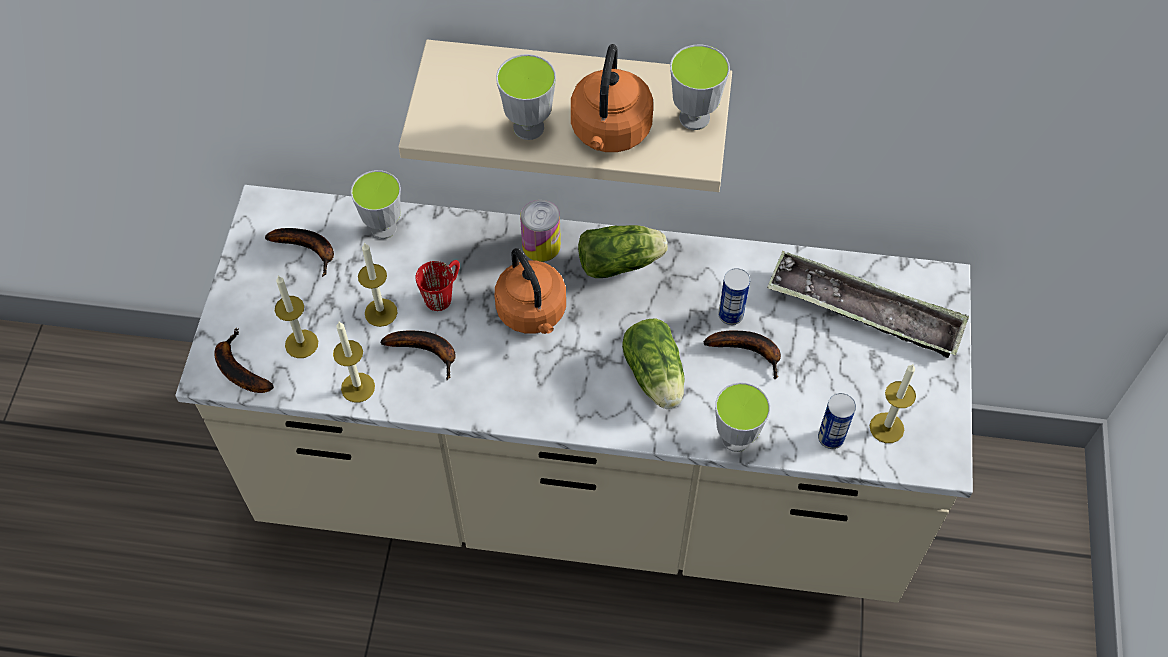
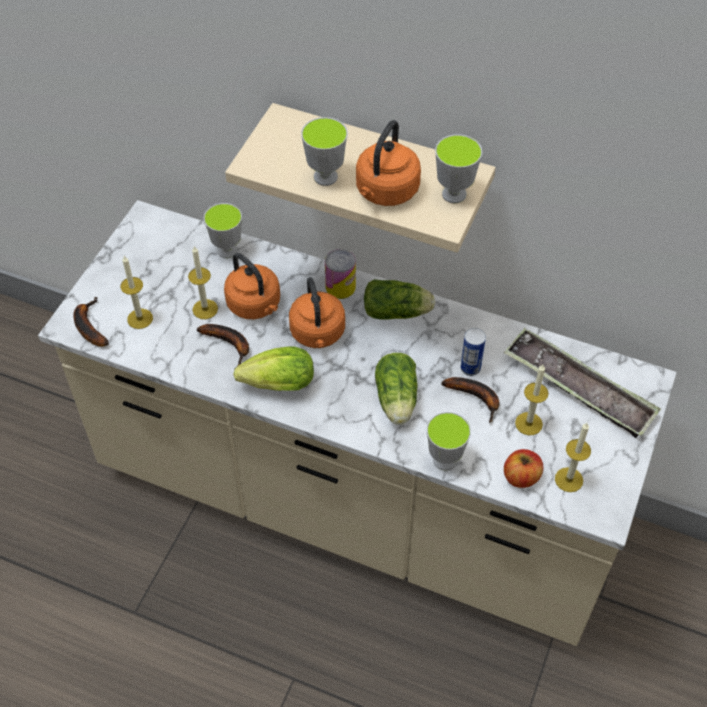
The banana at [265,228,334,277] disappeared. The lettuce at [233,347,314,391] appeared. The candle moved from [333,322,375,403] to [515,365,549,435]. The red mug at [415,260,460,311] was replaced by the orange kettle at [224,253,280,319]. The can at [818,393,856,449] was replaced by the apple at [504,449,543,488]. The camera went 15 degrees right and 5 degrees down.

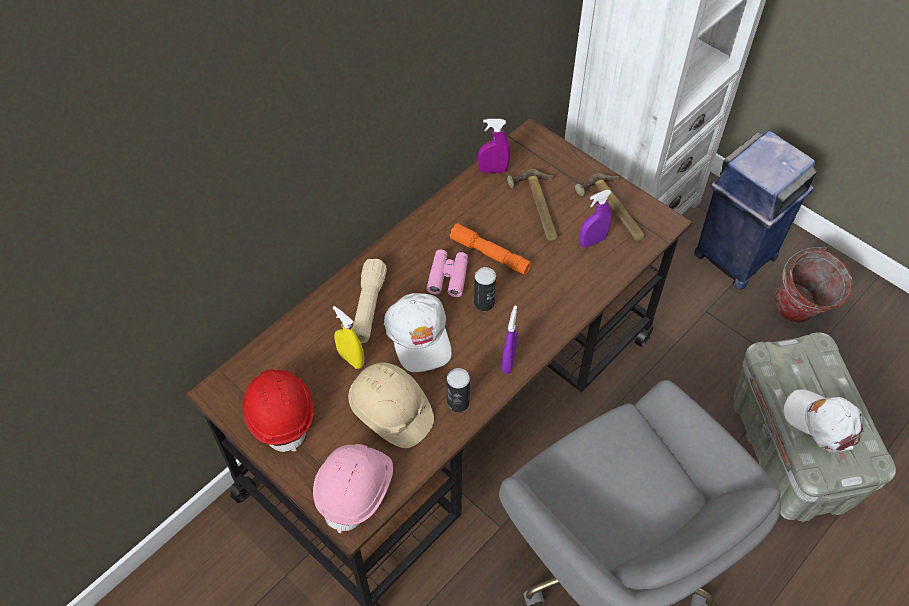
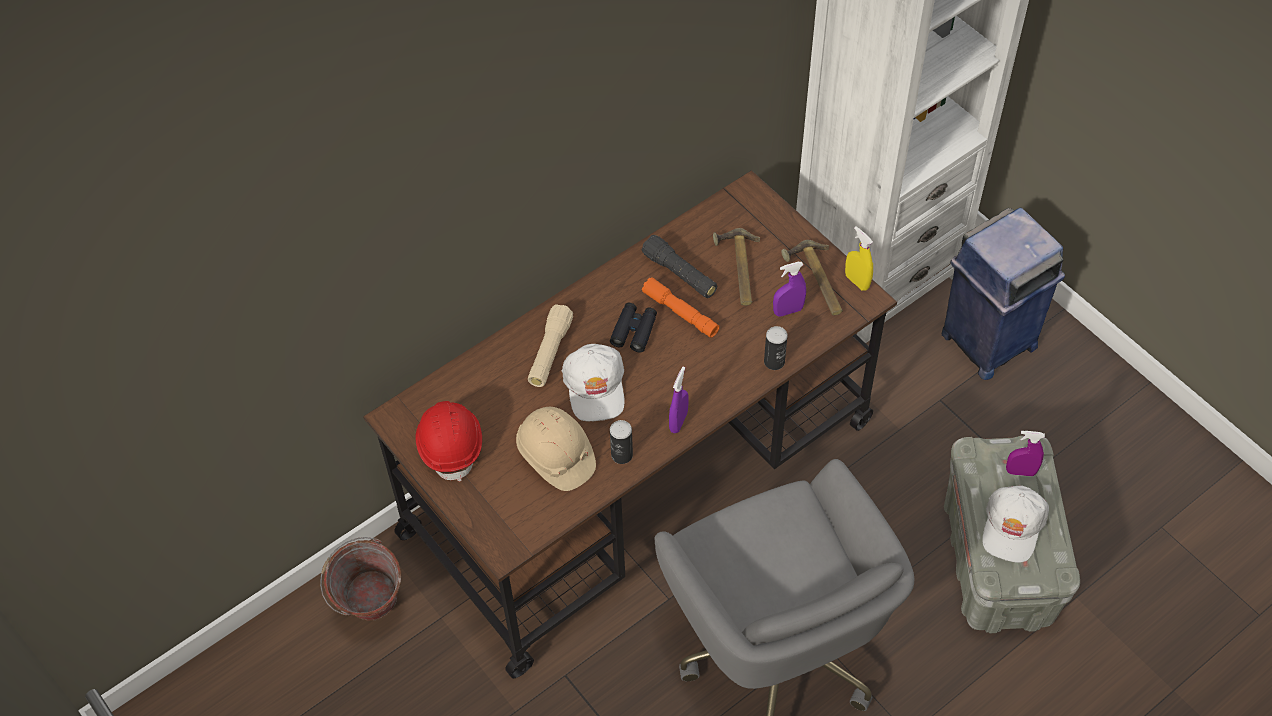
The pink hard hat at [313,444,393,533] disappeared. The black flashlight at [641,235,717,298] appeared. The yellow spray bottle moved from [333,306,364,369] to [845,226,873,291]. The can moved from [474,267,496,311] to [764,326,788,370]. The purple spray bottle moved from [478,119,510,173] to [1006,431,1045,476]. The bucket moved from [774,247,853,323] to [320,537,401,621]. The pink binoculars at [427,250,468,297] became the black binoculars at [610,303,657,353]. The white cap at [784,389,864,452] turned 120 degrees counterclockwise. The camera went 10 degrees right and 0 degrees up.

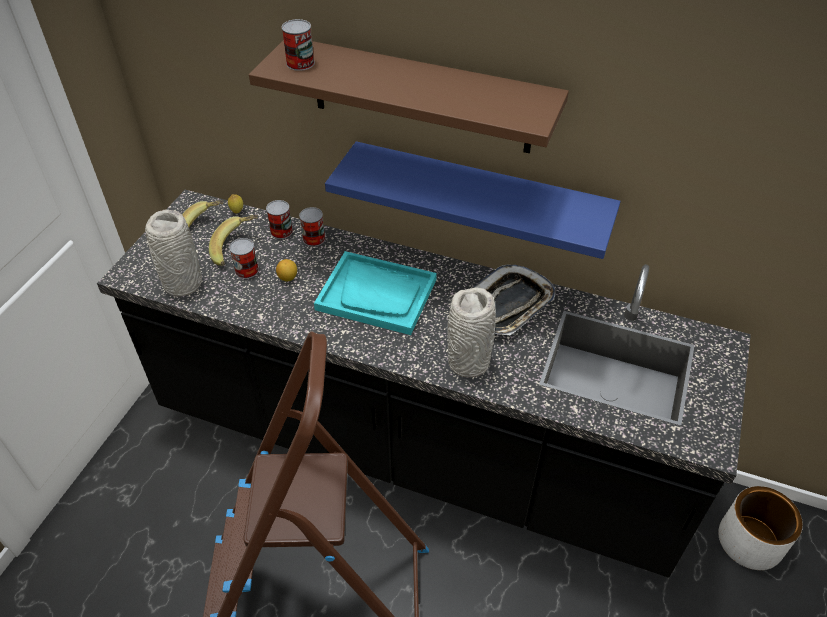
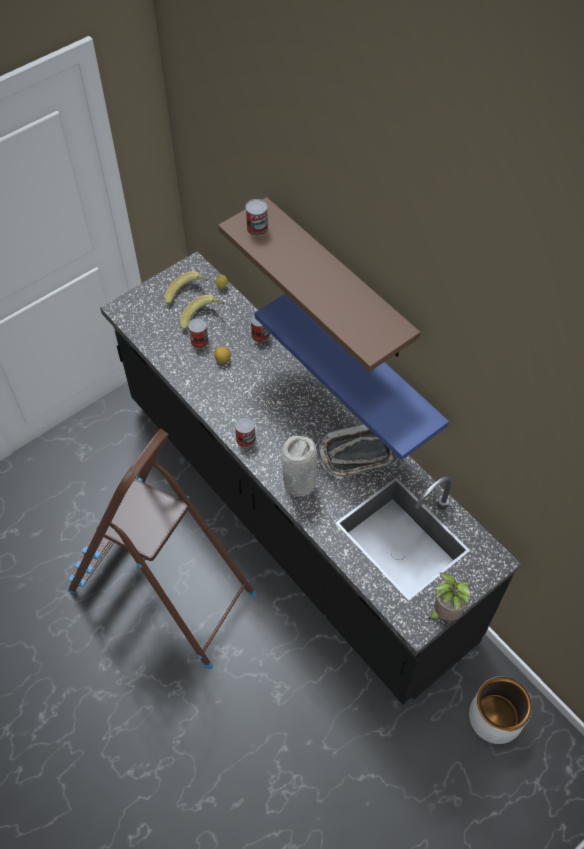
The grey vase at [145,209,202,297] disappeared. The turquoise tray at [314,251,437,335] disappeared. The potted plant at [427,572,473,621] appeared. The can moved from [266,200,293,239] to [235,416,256,448]. The camera went 30 degrees right and 10 degrees up.

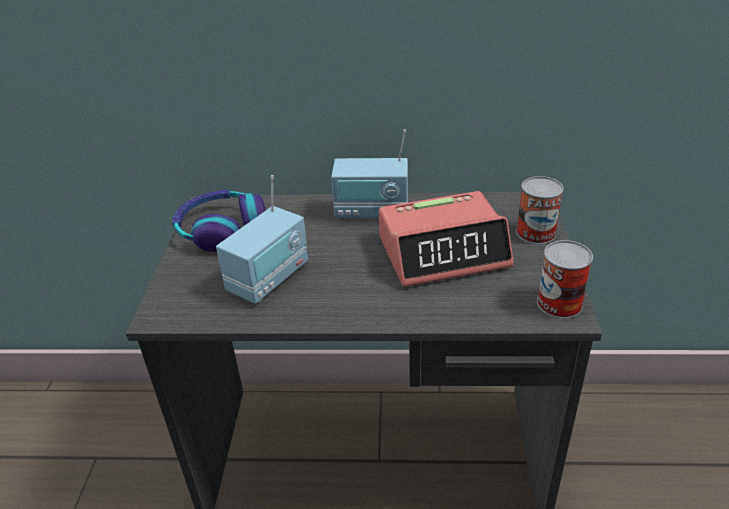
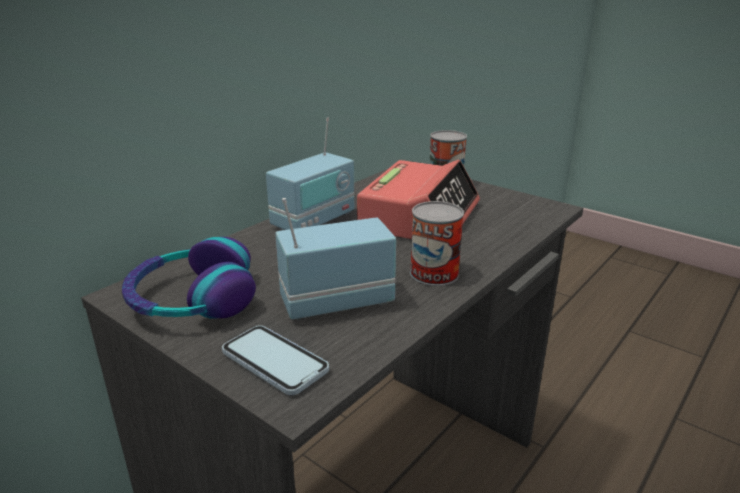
The phone at [222,325,329,395] appeared. The can moved from [537,240,593,319] to [410,201,464,286]. The radio at [216,175,308,304] turned 90 degrees counterclockwise. The camera went 55 degrees left and 10 degrees down.

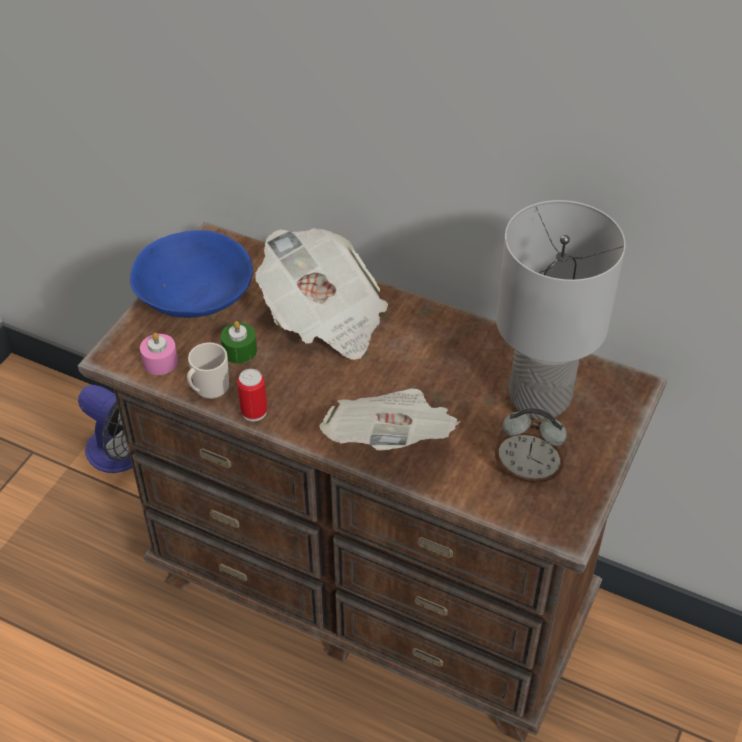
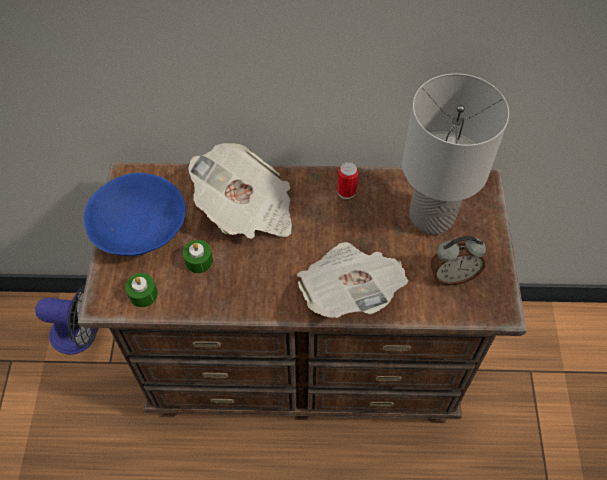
The mug at [187,342,229,399] disappeared. The can moved from [237,369,267,421] to [337,162,358,199]. The pink candle at [140,333,178,375] became the green candle at [125,273,158,307]. The camera went 25 degrees left and 10 degrees up.

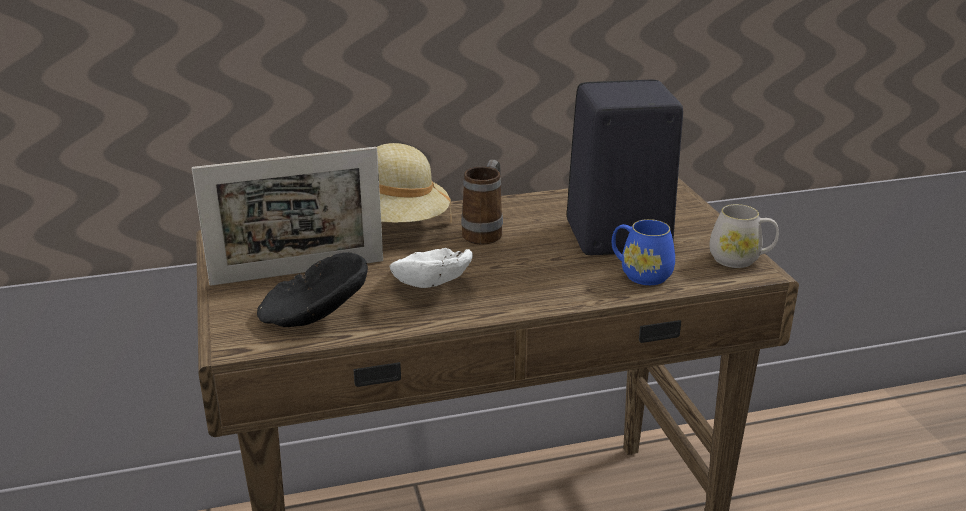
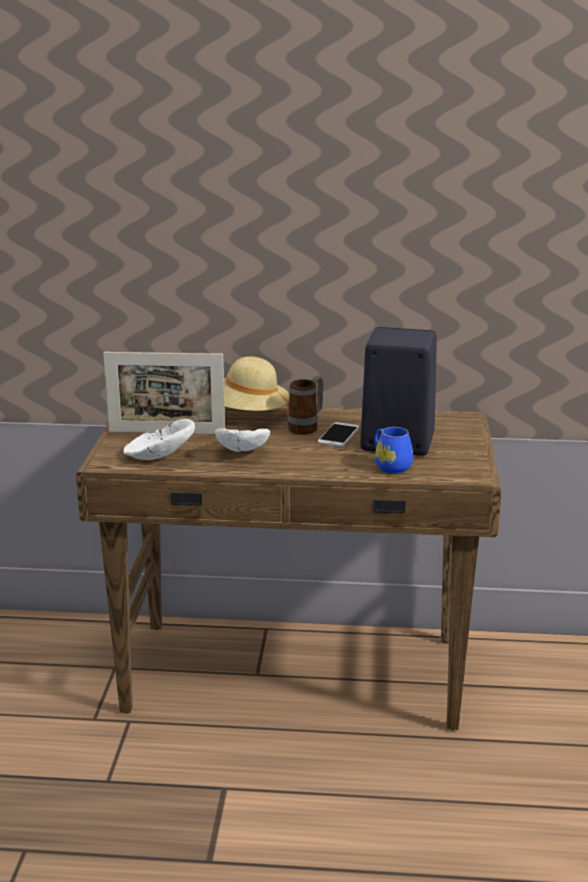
The white mug at [710,204,779,268] disappeared. The phone at [318,422,359,447] appeared. The black bowl at [257,252,368,327] became the white bowl at [123,419,195,460]. The camera went 20 degrees right and 5 degrees down.

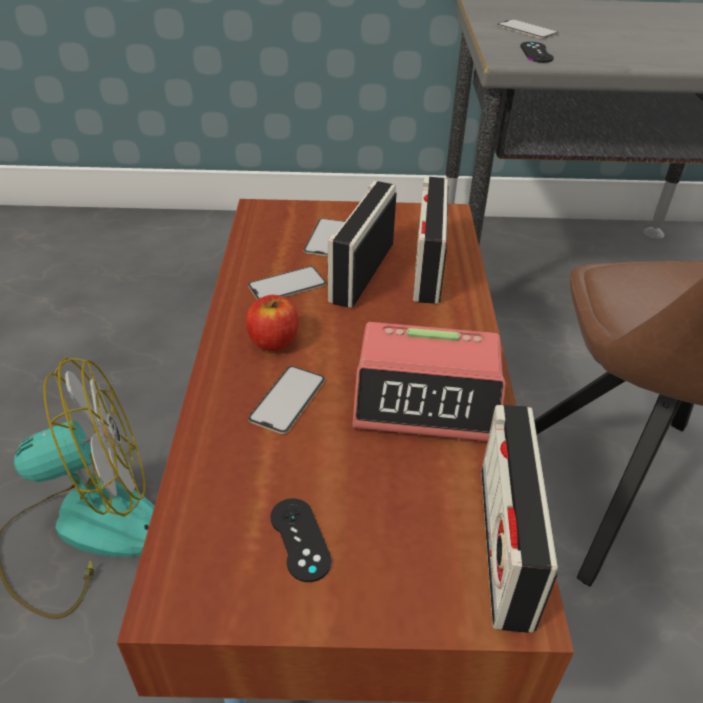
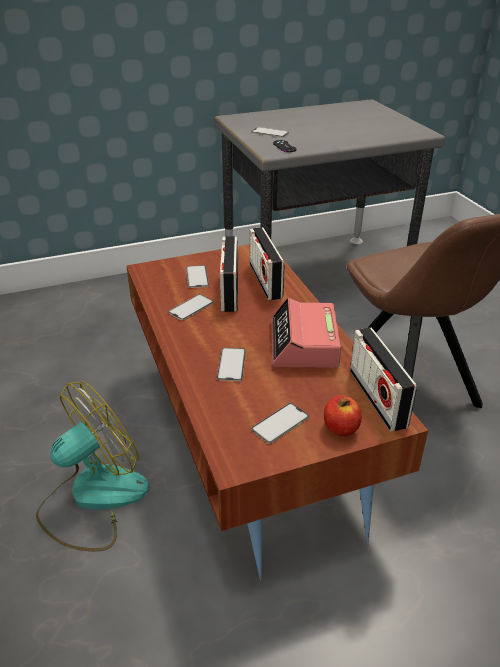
The apple moved from [246,295,299,351] to [324,395,362,436]. The black game controller at [270,499,332,582] was replaced by the phone at [251,403,309,444]. The alarm clock at [353,322,506,441] turned 105 degrees clockwise. The camera went 20 degrees left and 5 degrees down.

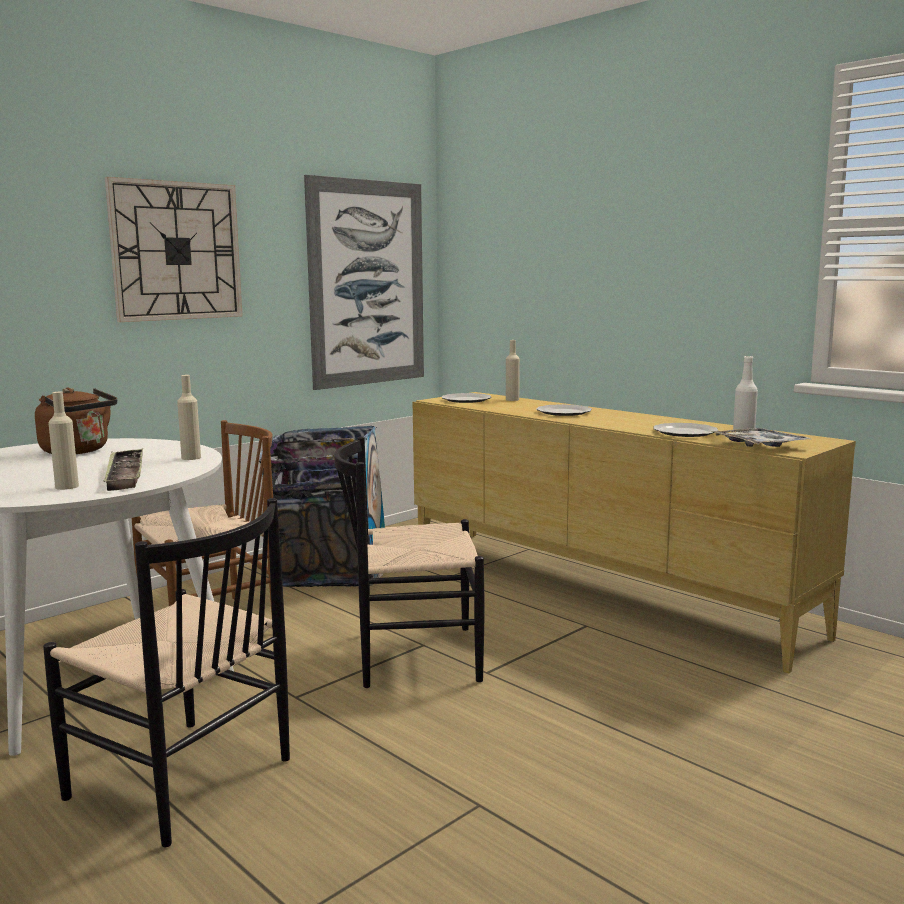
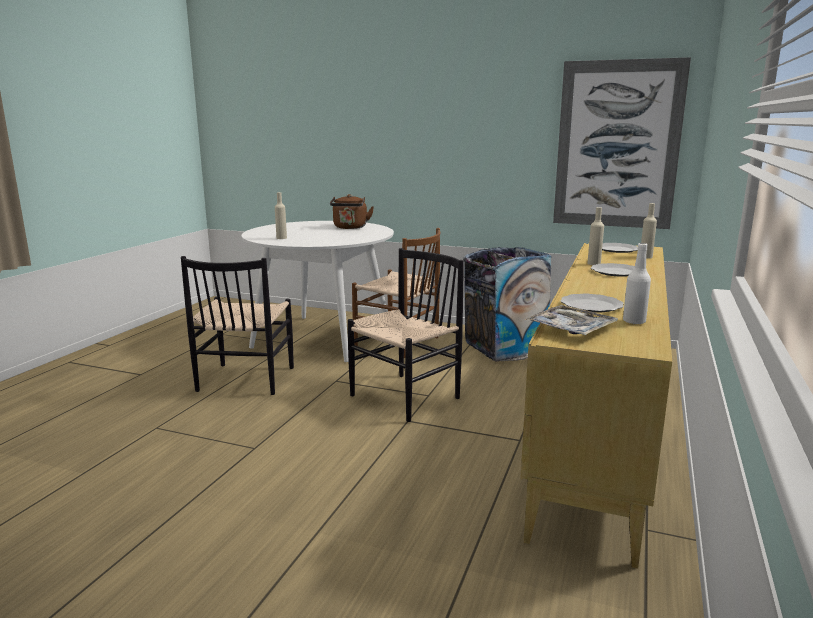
The tray at [103,449,143,491] disappeared. The wall clock at [105,177,243,322] disappeared. The beige bottle moved from [177,375,201,460] to [587,207,604,265]. The black chair at [334,437,484,688] turned 75 degrees clockwise. The camera went 65 degrees right and 5 degrees up.

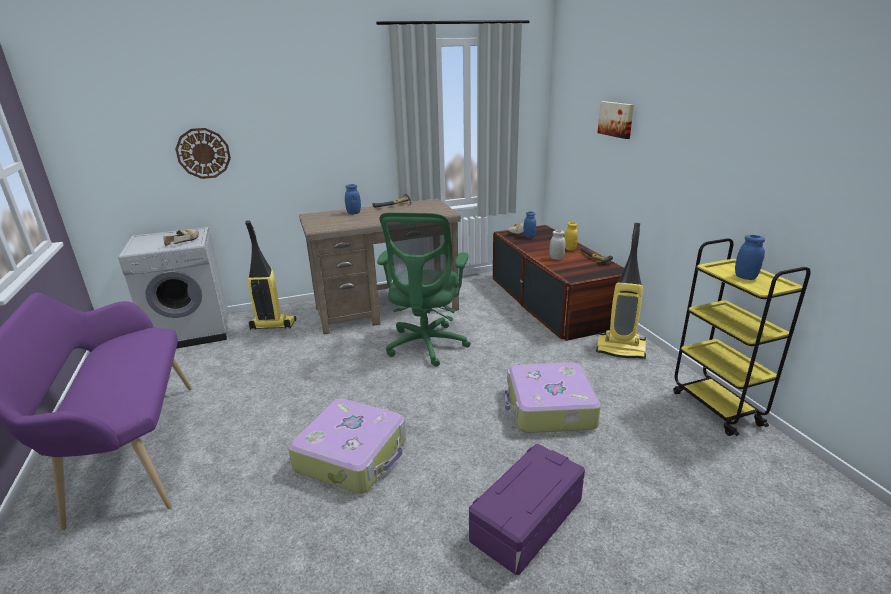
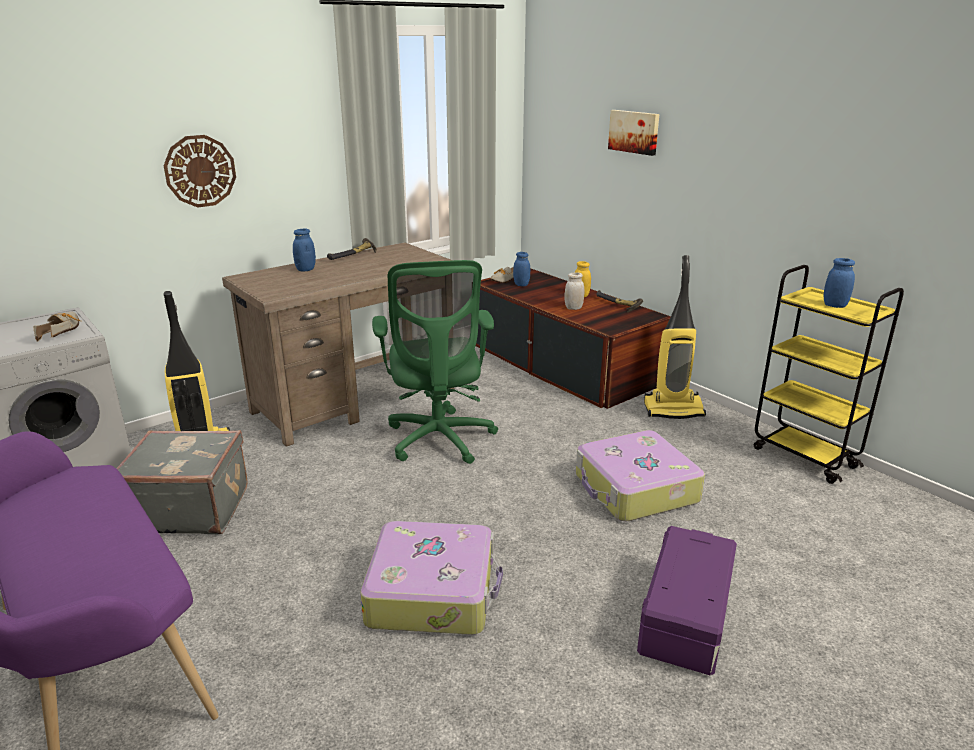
The grey suitcase at [116,430,247,534] appeared. The wall clock moved from [175,128,231,179] to [163,135,236,208]. The camera went 20 degrees left and 0 degrees up.

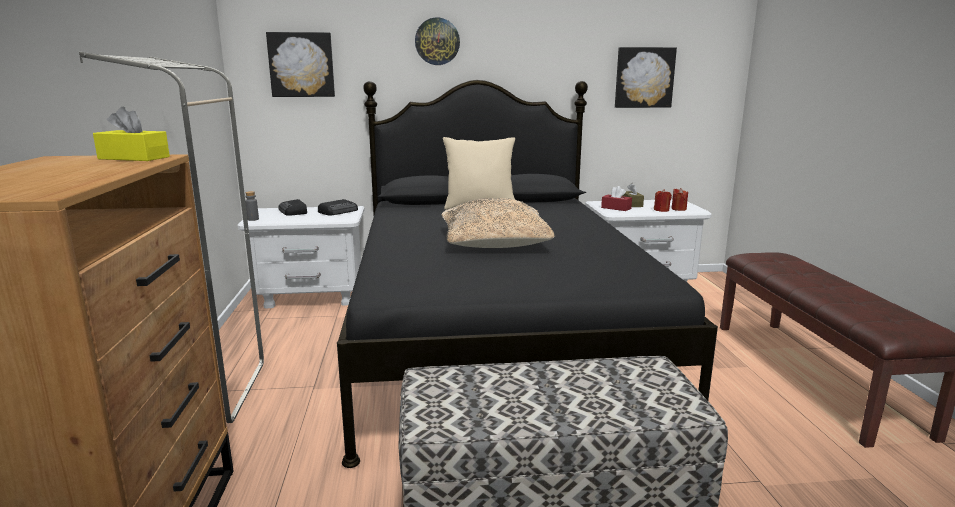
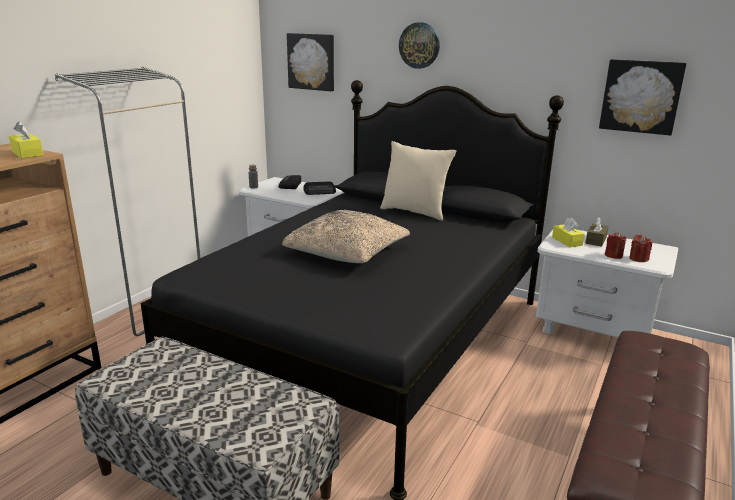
The red tissue box at [601,186,632,211] became the yellow tissue box at [552,218,585,247]. The camera went 35 degrees right and 5 degrees up.

